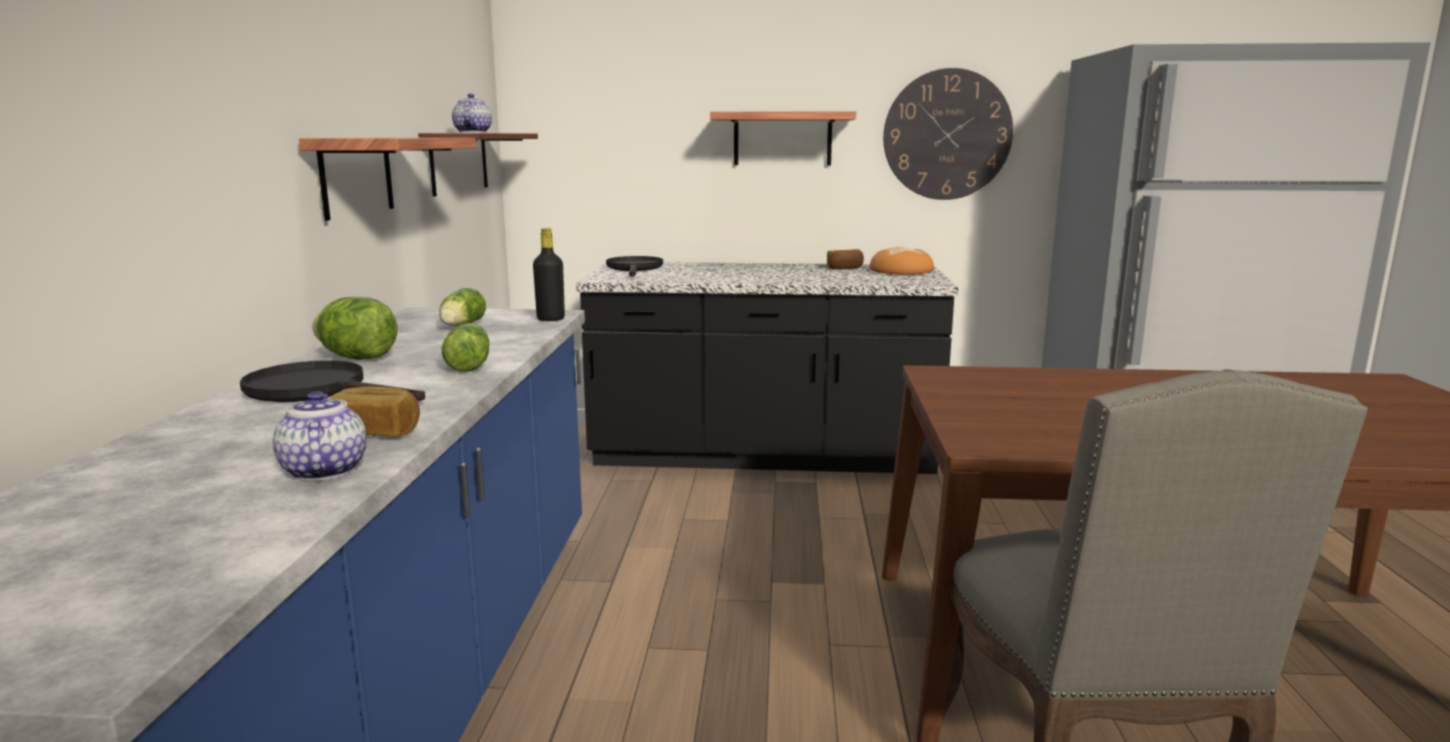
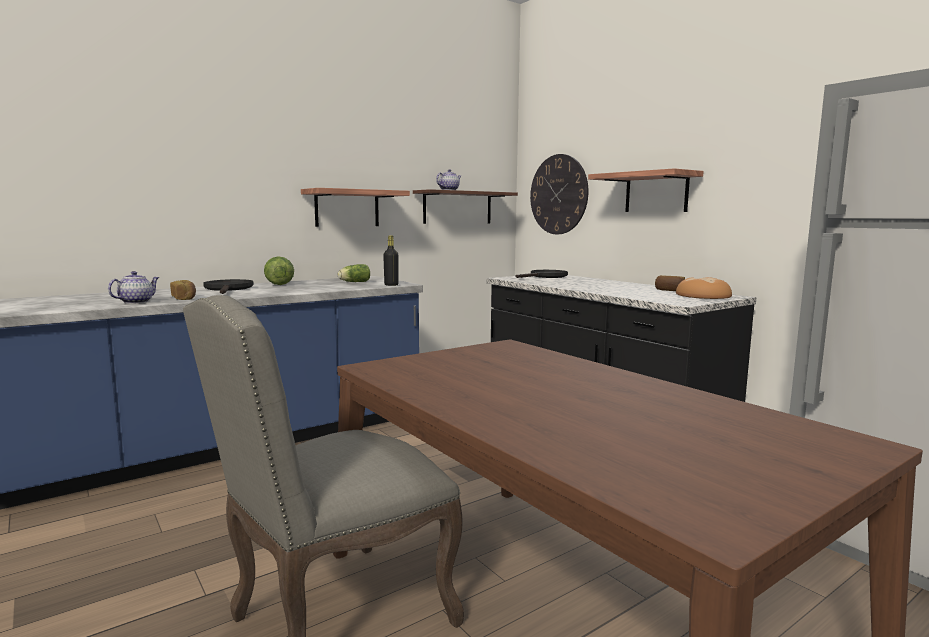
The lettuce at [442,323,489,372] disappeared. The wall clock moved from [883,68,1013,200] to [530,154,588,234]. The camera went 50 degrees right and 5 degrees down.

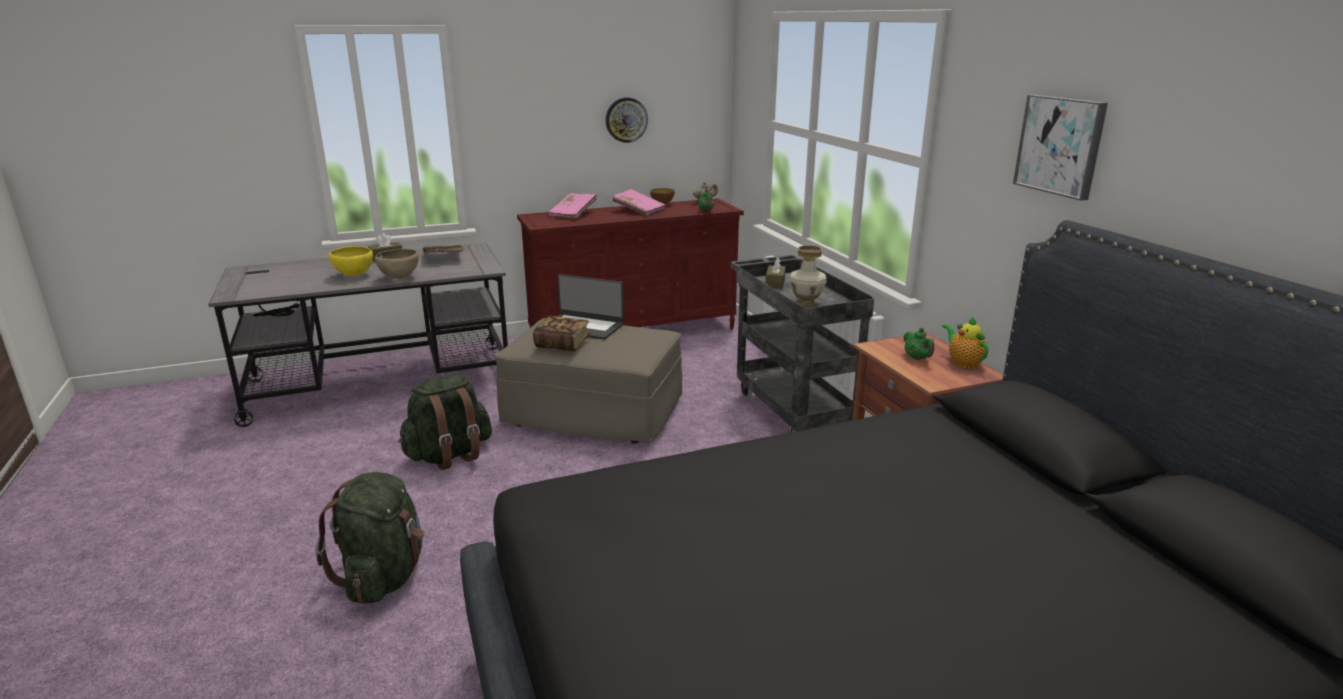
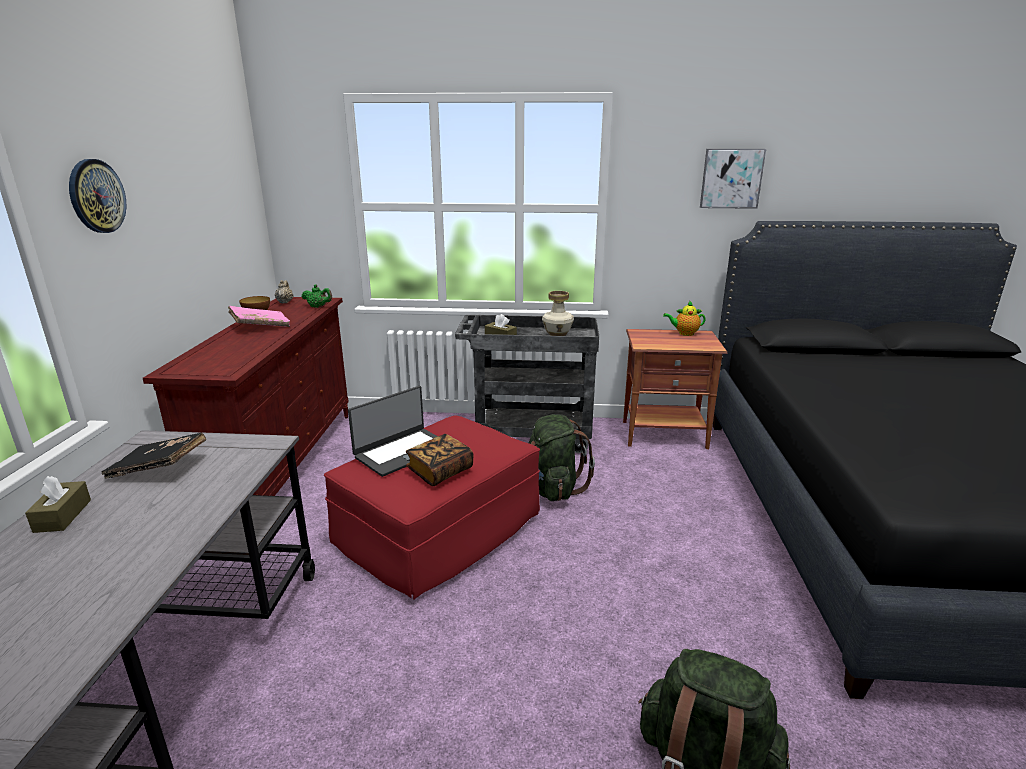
The yellow bowl at [329,246,373,276] disappeared. The brown bowl at [375,249,419,279] disappeared. The pink book at [548,193,597,219] disappeared. The green teapot at [903,328,934,360] disappeared. The green backpack moved from [398,375,492,470] to [529,414,595,501]. The wall clock moved from [606,97,648,143] to [69,159,126,233]. The beige ottoman at [495,318,682,443] became the red ottoman at [324,416,540,599]. The camera went 65 degrees left and 0 degrees up.

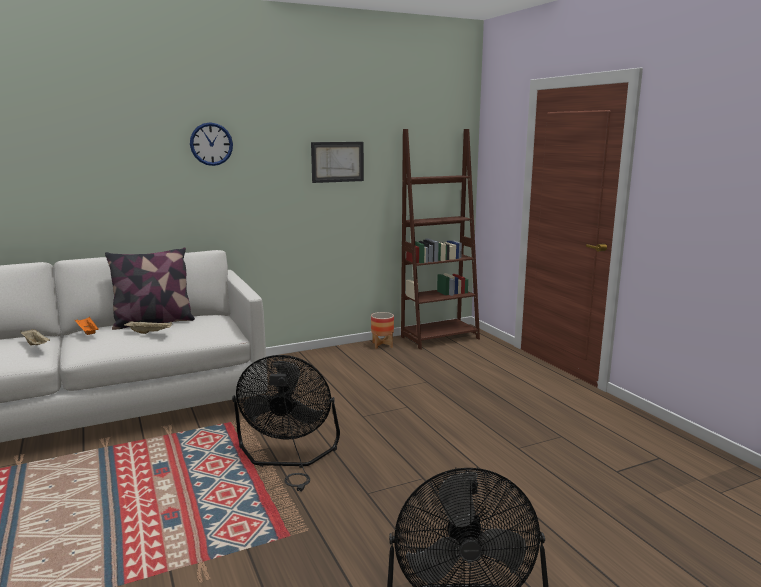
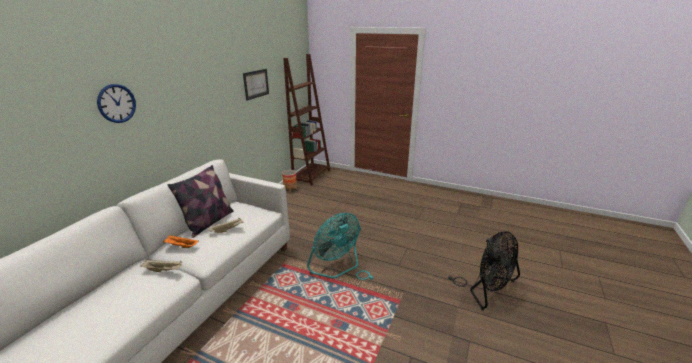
The wall clock moved from [190,122,233,166] to [97,84,136,123]. The black fan at [232,355,340,492] became the turquoise fan at [307,213,374,280]. The camera went 40 degrees left and 10 degrees up.

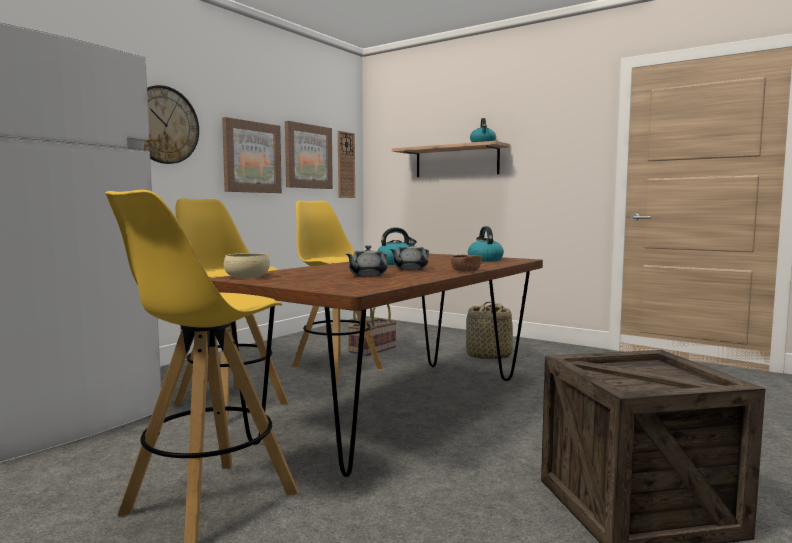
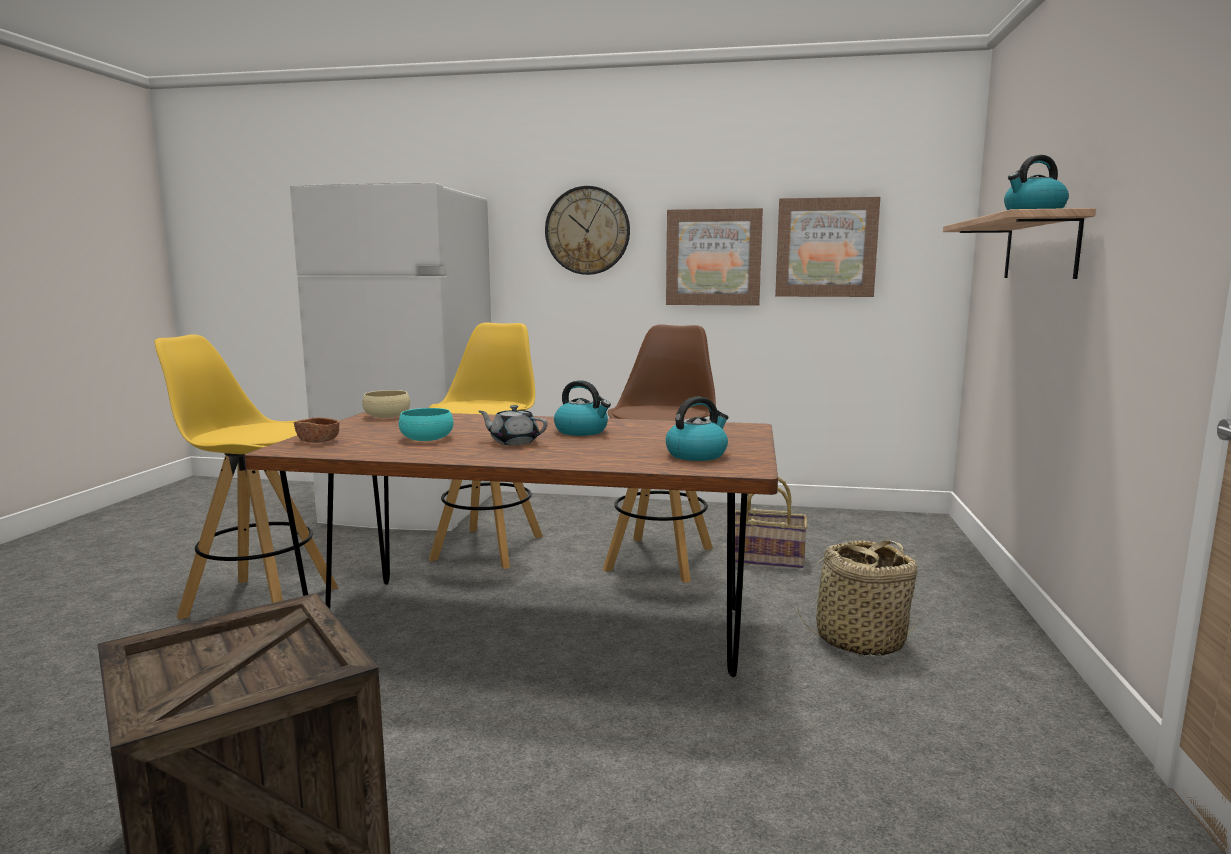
The wall clock at [338,131,355,198] disappeared. The brown bowl moved from [451,255,482,272] to [294,417,339,443]. The grey teapot at [346,245,388,277] was replaced by the turquoise bowl at [399,408,454,441]. The yellow stool at [292,200,383,381] became the brown stool at [603,324,716,583]. The camera went 65 degrees right and 5 degrees up.

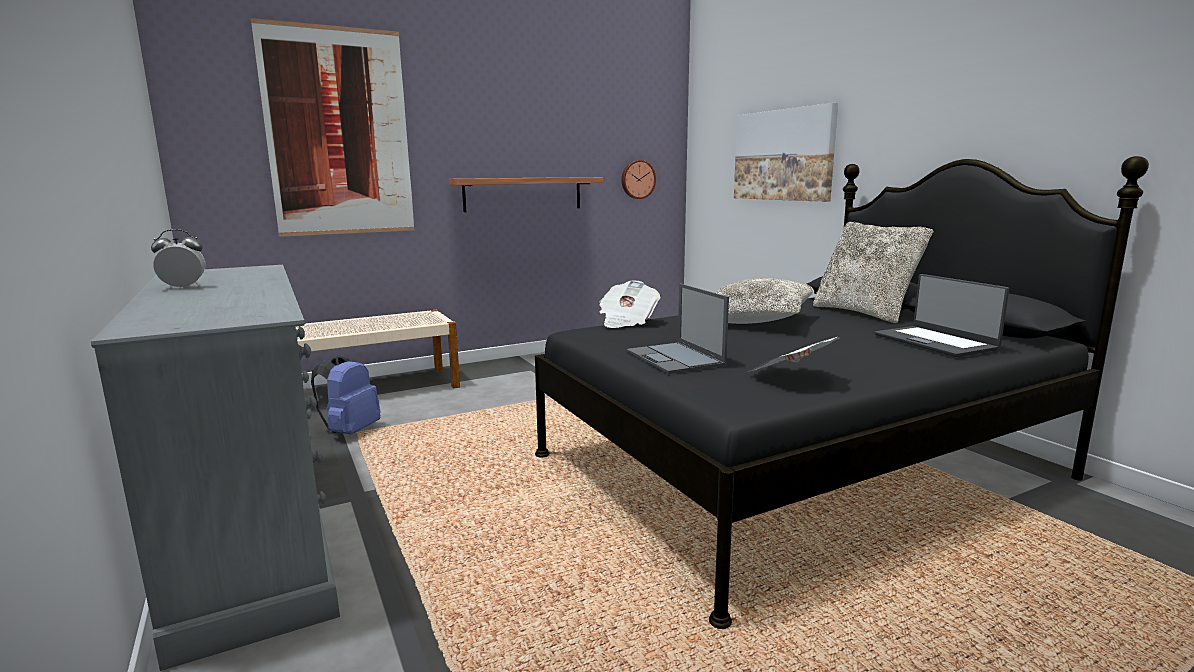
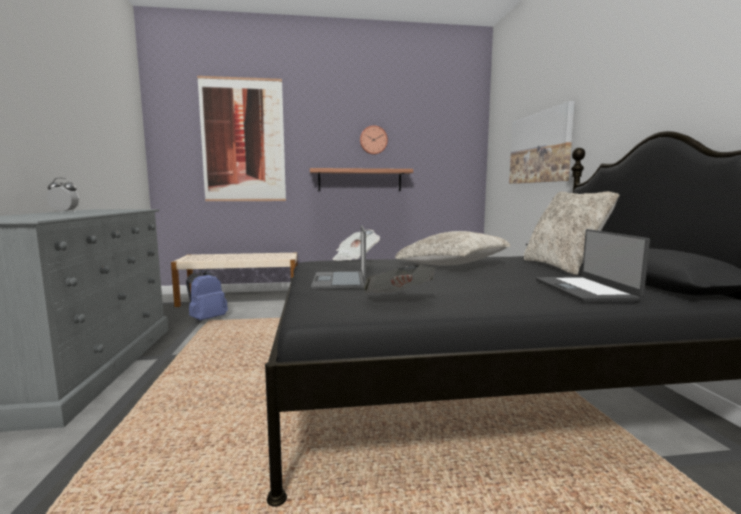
The wall clock moved from [622,160,656,199] to [360,125,388,154]. The camera went 20 degrees right and 5 degrees down.

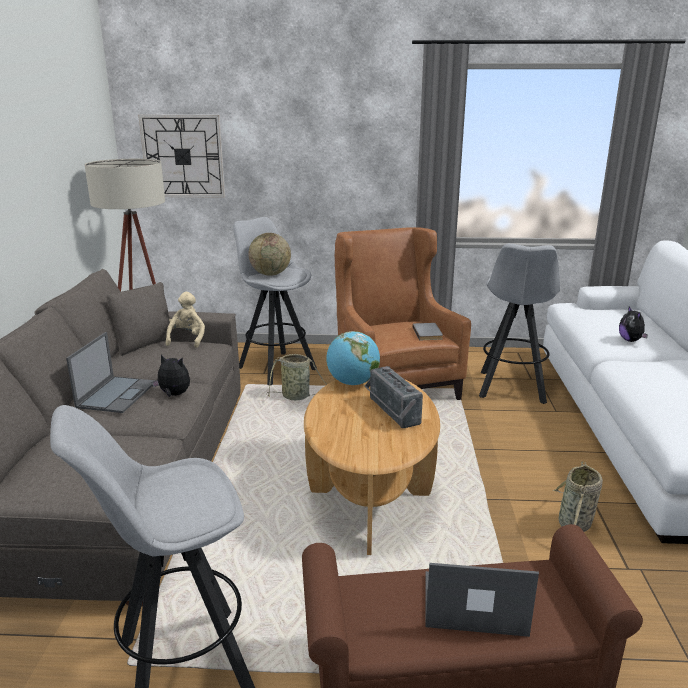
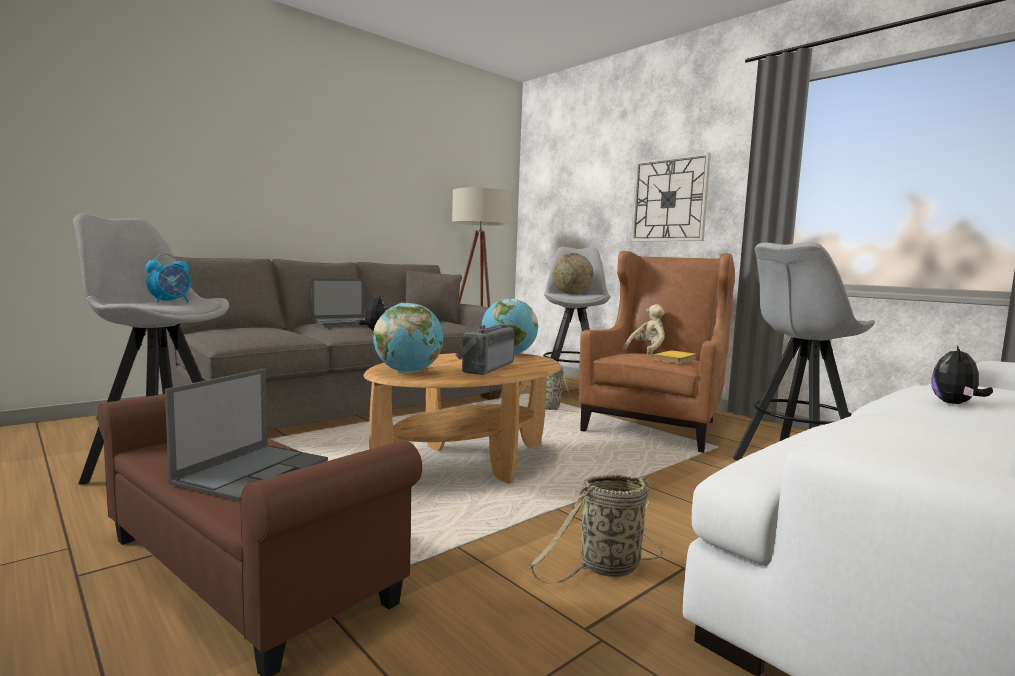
The alarm clock at [145,253,191,303] appeared. The globe at [373,303,443,373] appeared. The wall clock moved from [138,115,225,198] to [631,152,711,241]. The beige plush toy moved from [166,292,205,348] to [623,304,665,355]. The grey book at [412,323,443,340] became the yellow book at [652,350,696,363]. The laptop at [425,563,539,637] turned 60 degrees clockwise. The camera went 45 degrees right and 15 degrees down.

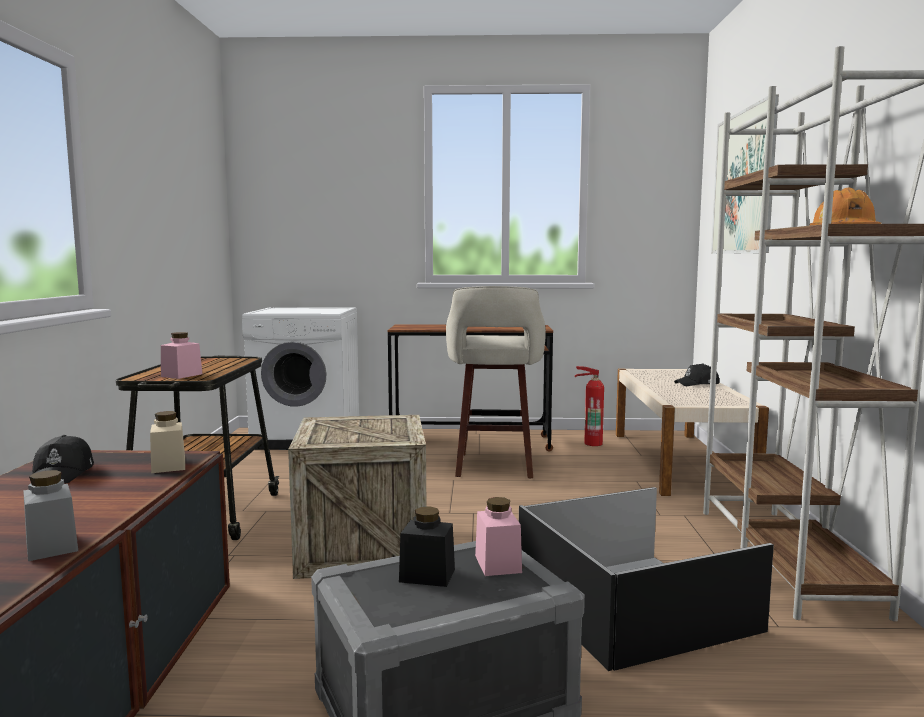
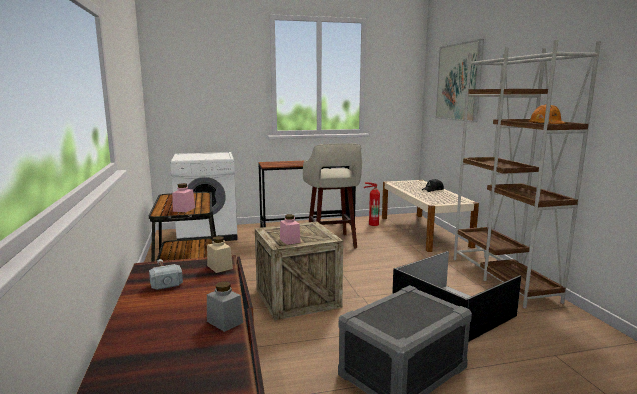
The black jar at [399,506,455,587] disappeared. The pink jar moved from [475,497,522,576] to [280,214,301,245]. The black cap at [32,435,94,483] was replaced by the hammer at [149,259,183,290]. The camera went 15 degrees left and 5 degrees up.

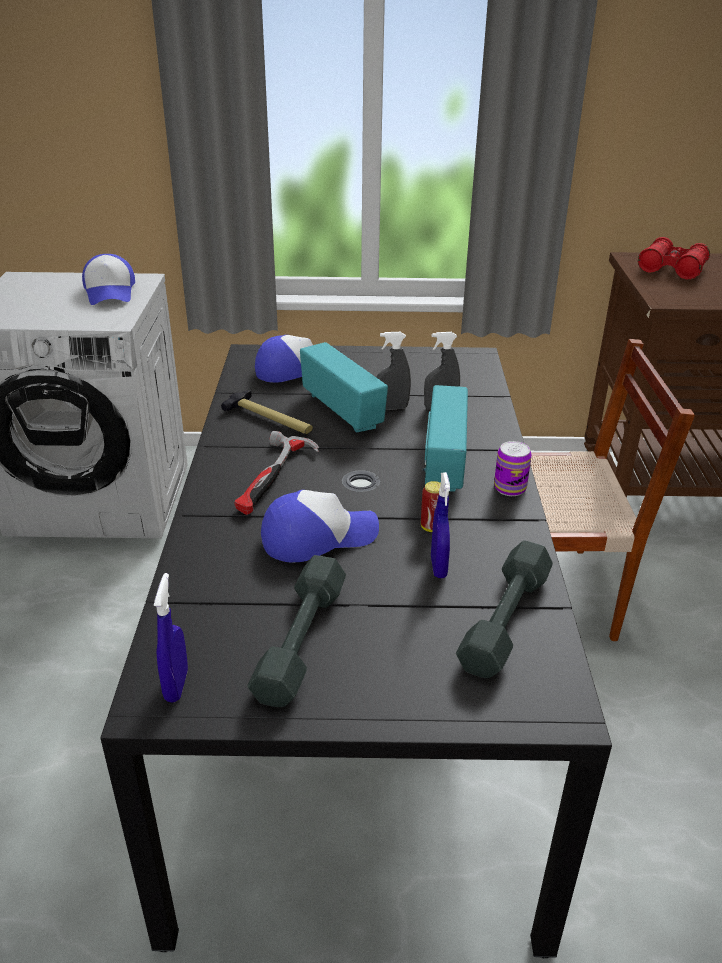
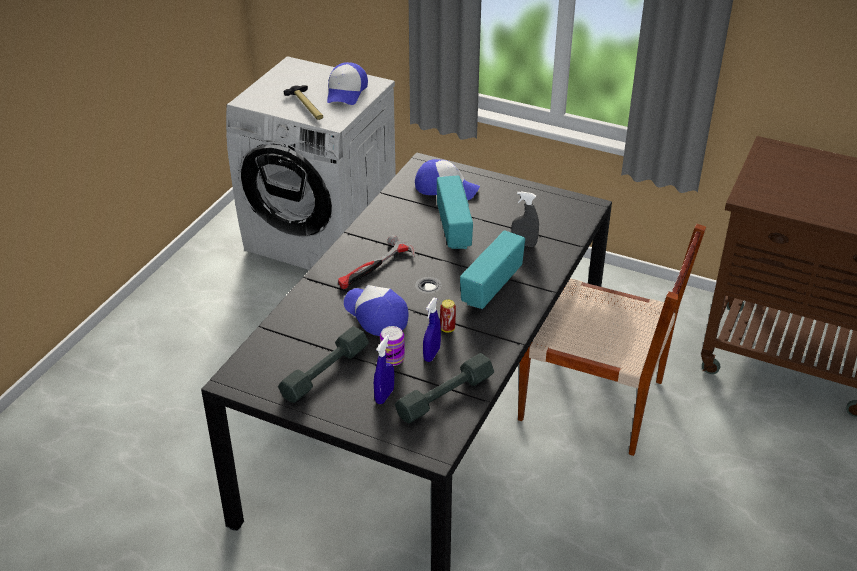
The grey spray bottle at [376,332,411,410] disappeared. The red binoculars at [638,237,710,280] disappeared. The blue spray bottle moved from [154,573,188,703] to [374,334,394,404]. The hammer moved from [221,390,313,434] to [284,85,323,120]. The can moved from [494,441,532,496] to [380,326,405,366]. The cap at [261,490,379,563] turned 135 degrees counterclockwise. The camera went 25 degrees right and 5 degrees up.

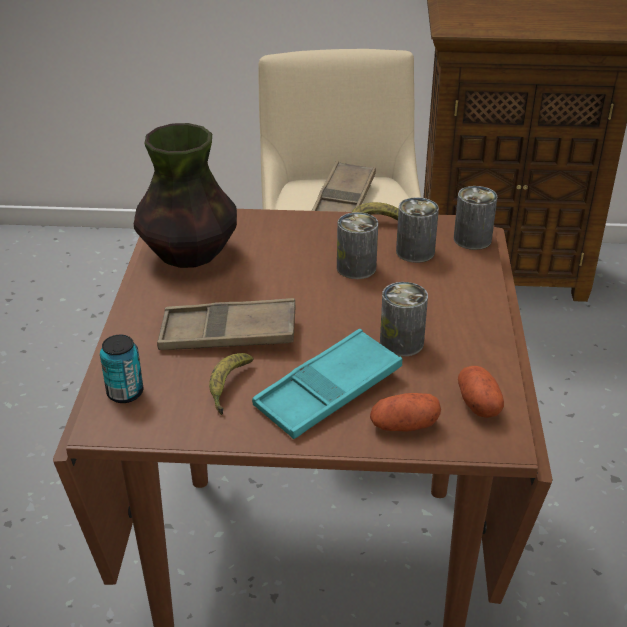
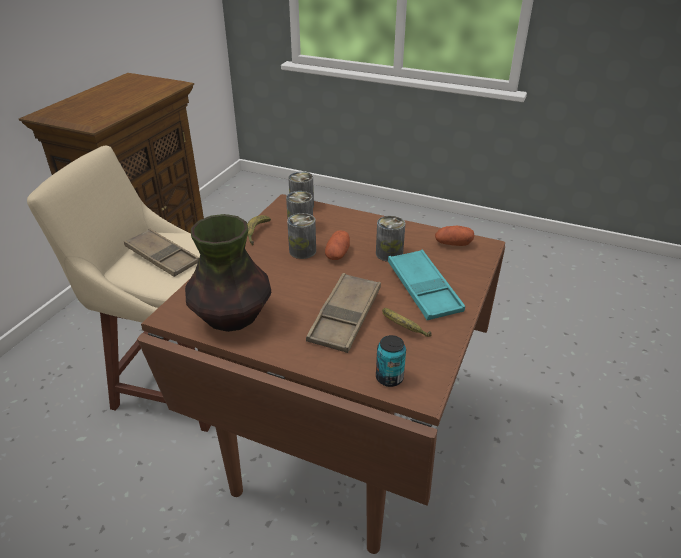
The potato moved from [370,393,441,432] to [325,230,350,260]. The camera went 70 degrees left and 0 degrees up.

